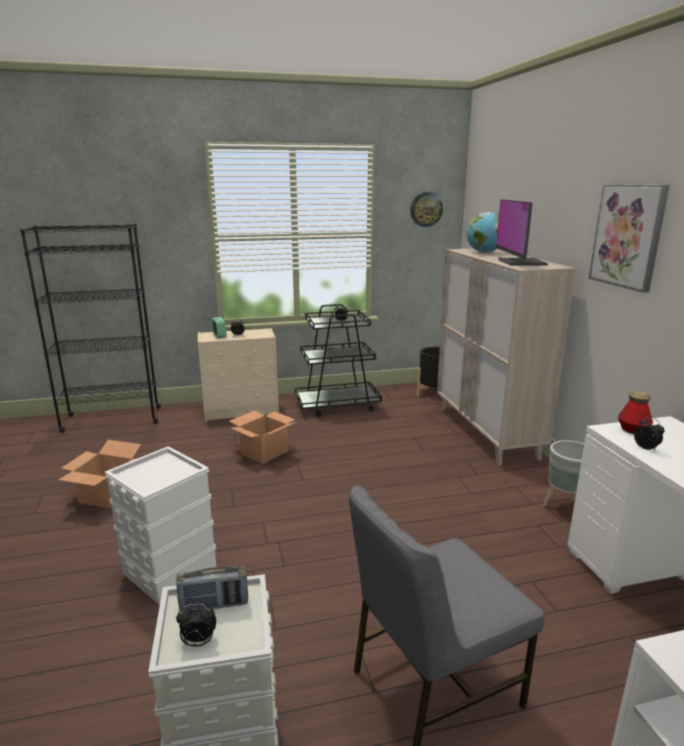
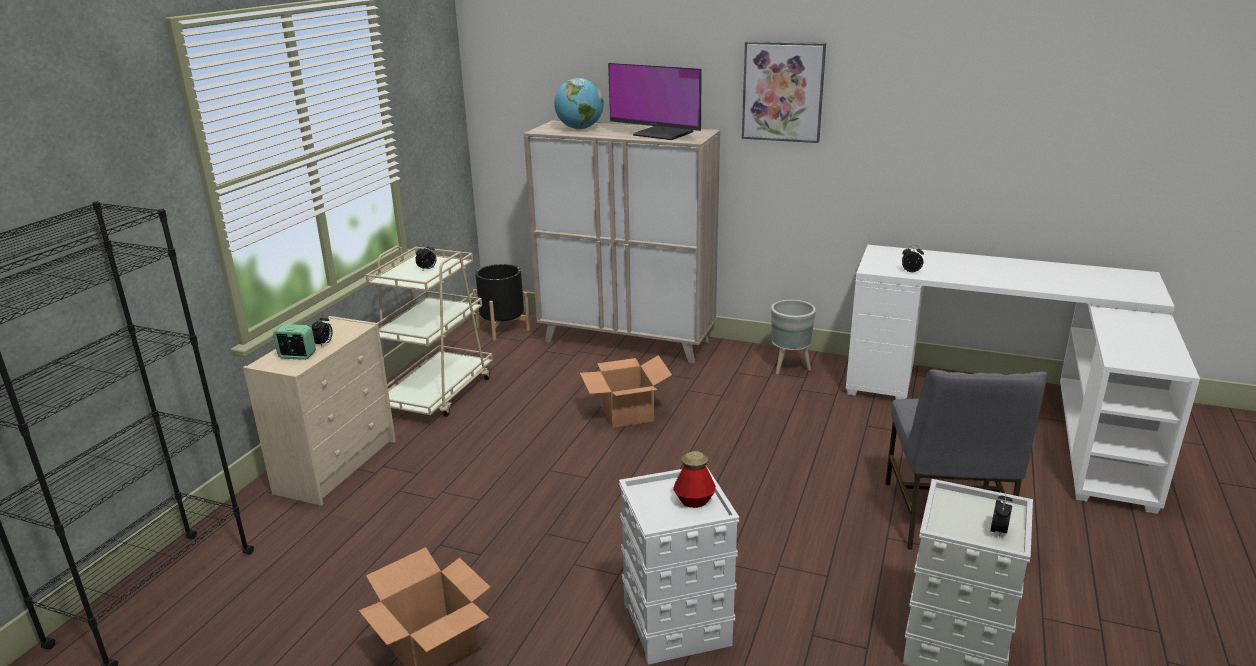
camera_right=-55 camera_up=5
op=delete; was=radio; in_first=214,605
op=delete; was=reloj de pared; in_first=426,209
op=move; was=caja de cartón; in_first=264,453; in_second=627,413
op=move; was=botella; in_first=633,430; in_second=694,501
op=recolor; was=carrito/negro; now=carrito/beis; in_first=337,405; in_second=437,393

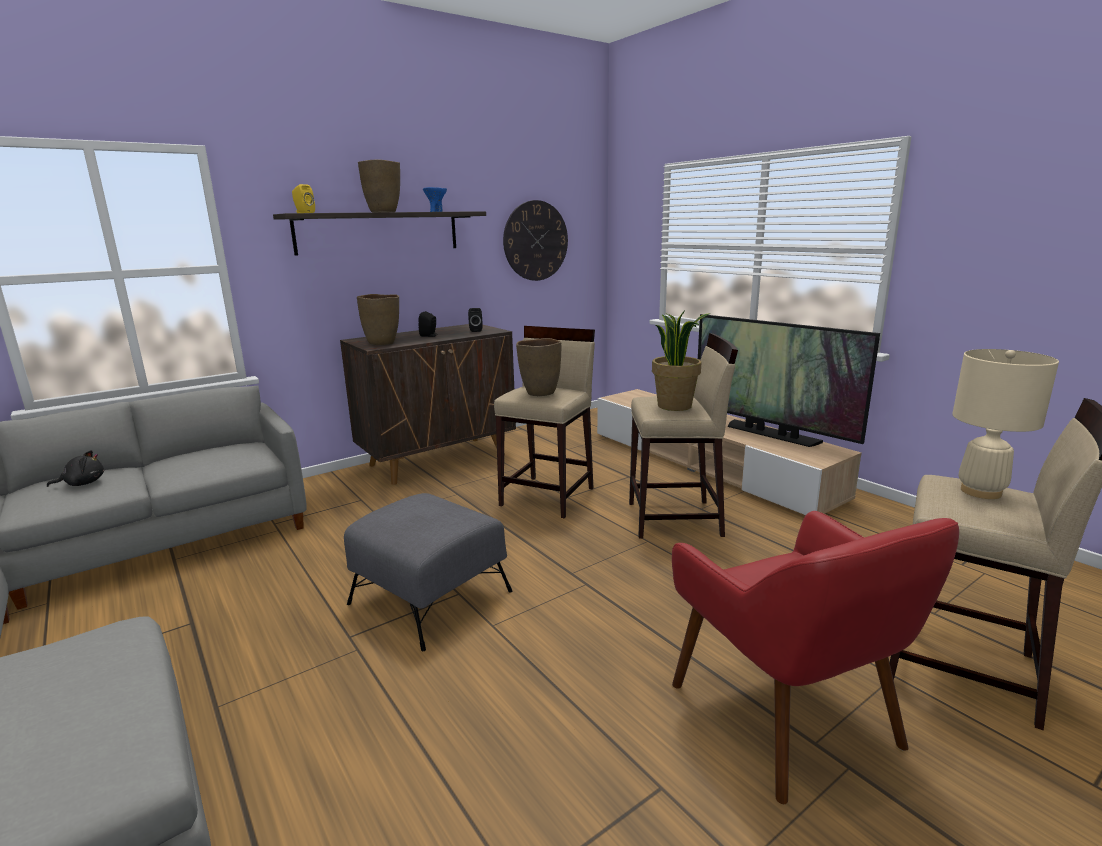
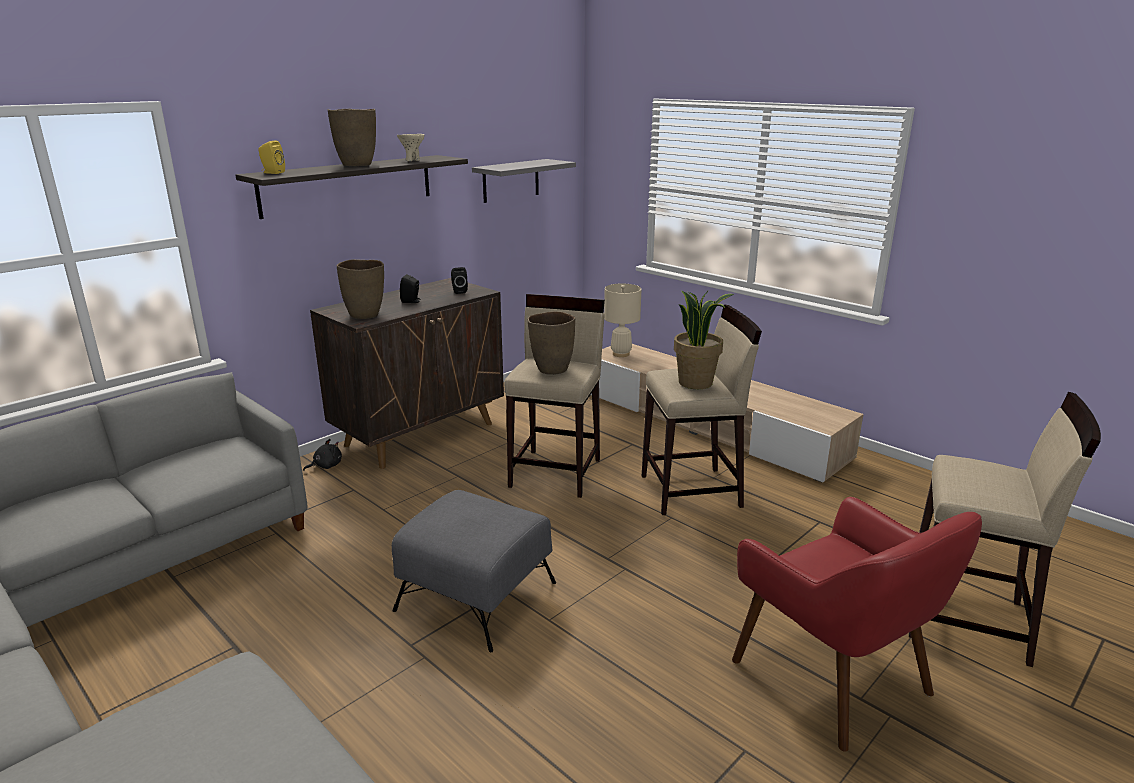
camera_right=-10 camera_up=5
op=delete; was=televisor; in_first=771,434
op=move; was=peluche/negro; in_first=82,483; in_second=326,466
op=move; was=lámpara de mesa/beis; in_first=981,492; in_second=621,354
op=replace; was=reloj de pared; now=estante/gris; in_first=535,241; in_second=511,180
op=recolor; was=cuenco/azul; now=cuenco/beis; in_first=436,211; in_second=412,160

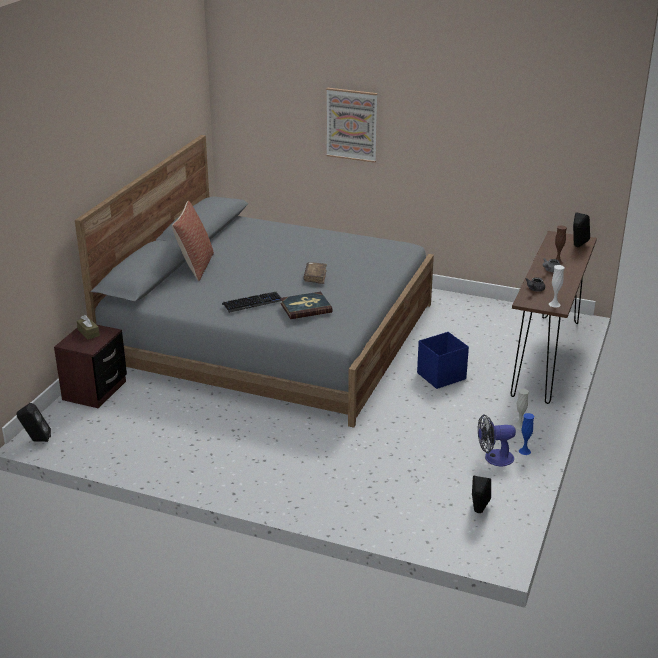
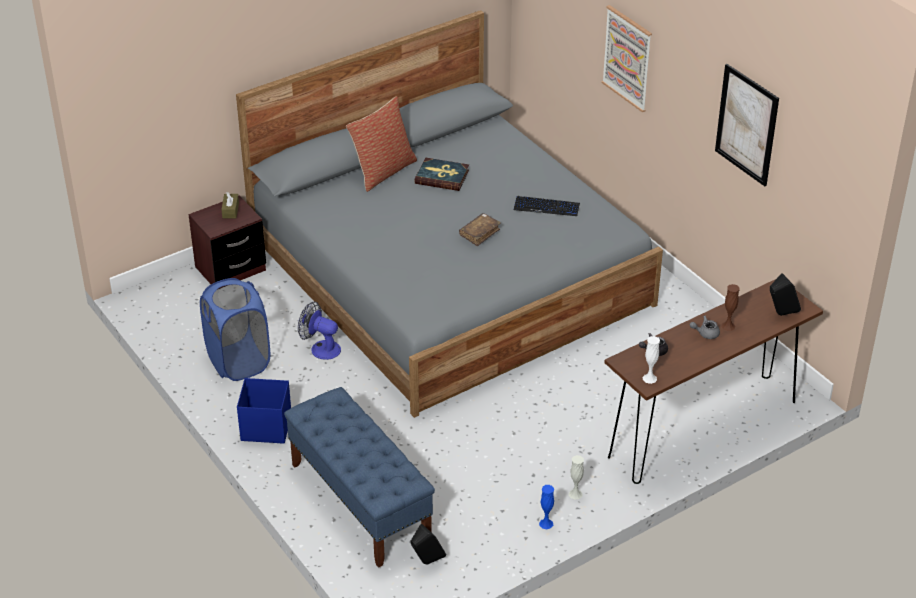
camera_right=35 camera_up=10
op=delete; was=altavoz/negro; in_first=36,440
op=insert; now=cesto de la ropa/azul; in_second=239,362
op=insert; now=banco/azul; in_second=359,501
op=insert; now=cuadro; in_second=746,125
op=move; was=teclado; in_first=252,303; in_second=546,207
op=move; was=libro; in_first=305,308; in_second=442,176
op=move; was=caja de almacenaje/azul; in_first=440,376; in_second=265,427
op=move; was=ventilador; in_first=494,458; in_second=321,348

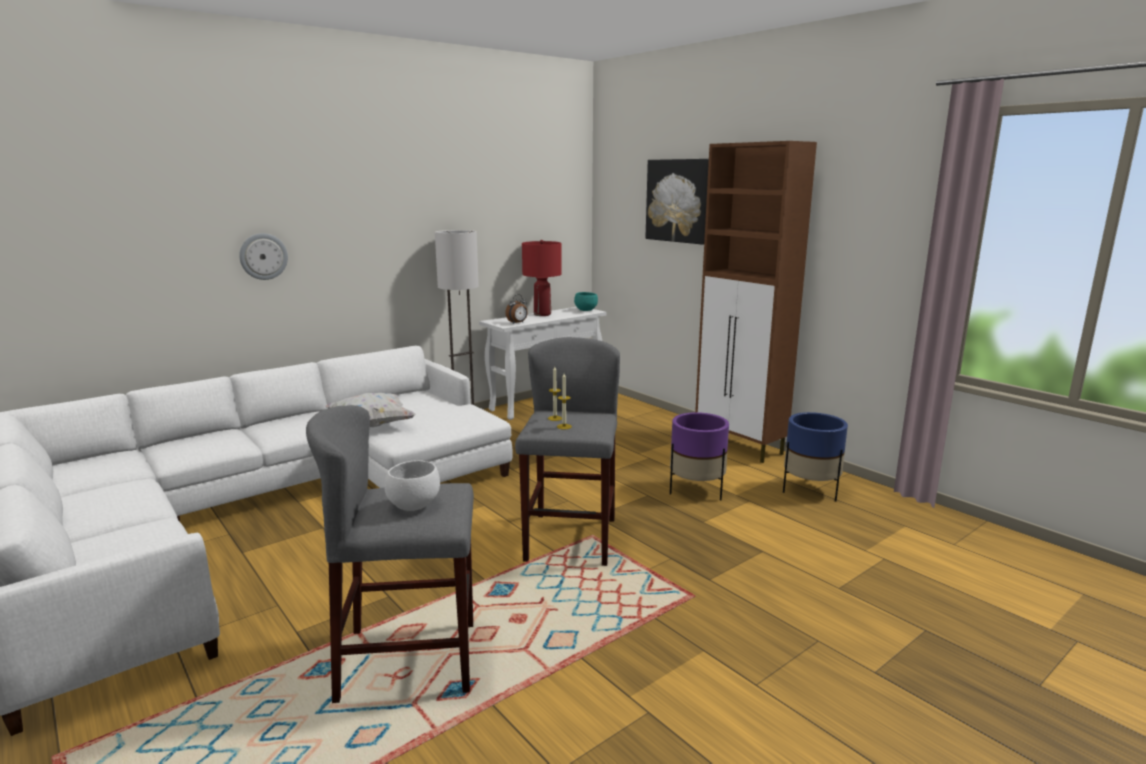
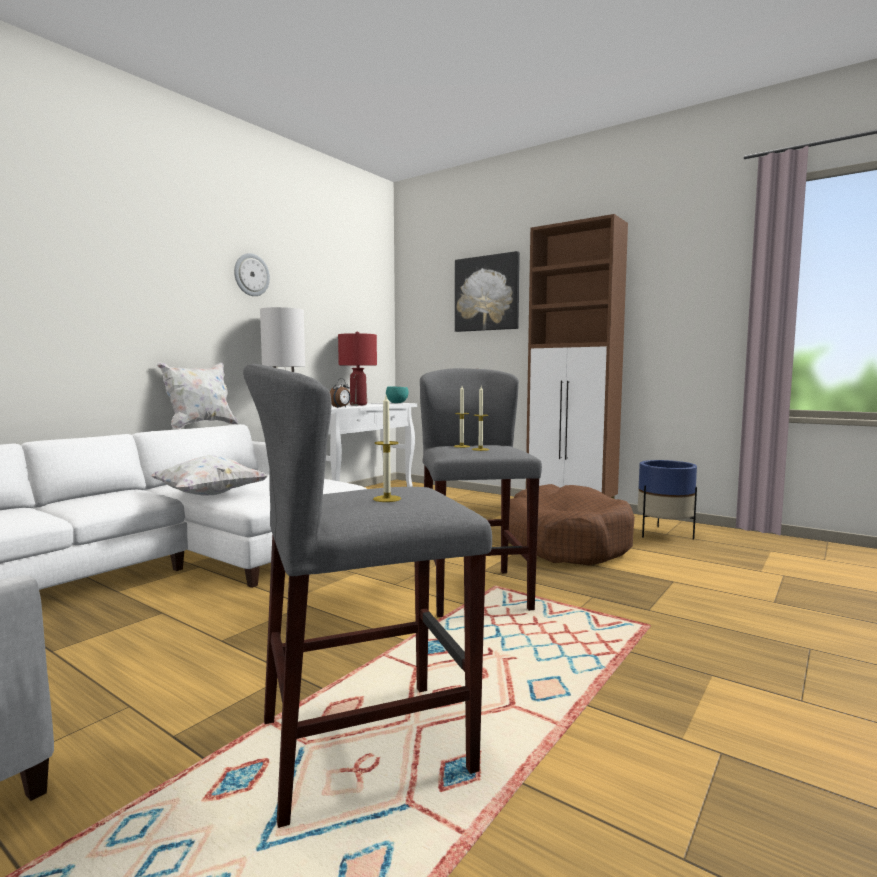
camera_right=-15 camera_up=-10
op=insert; now=cojín/blanco; in_second=200,426
op=move; was=reloj de pared; in_first=263,256; in_second=251,275
op=replace; was=cuenco/blanco; now=vela; in_first=412,505; in_second=387,499
op=replace; was=maceta/morado; now=cama para perro/marrón; in_first=696,491; in_second=564,543

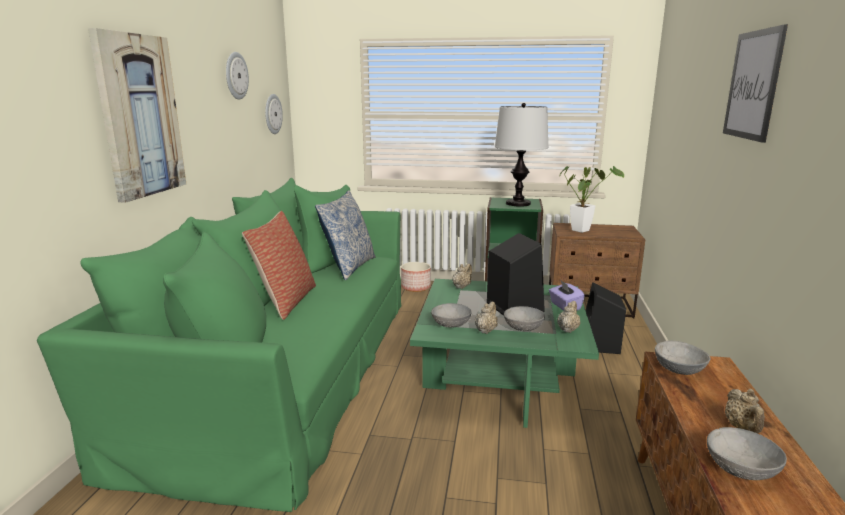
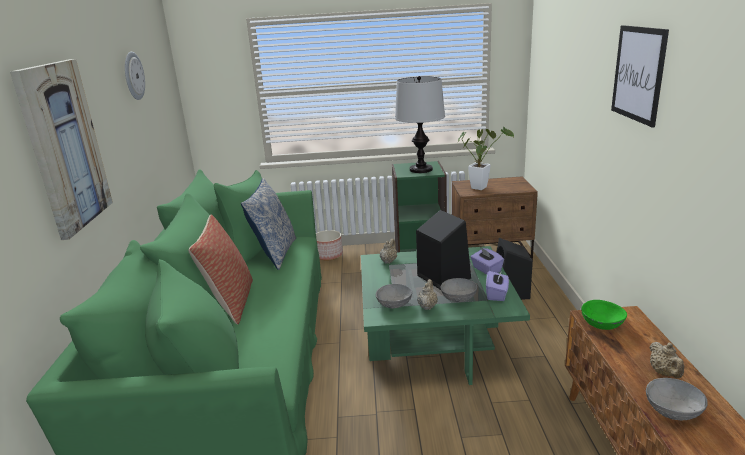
camera_right=-10 camera_up=5
op=delete; was=reloj de pared; in_first=272,114
op=replace; was=tetera/beis; now=caja de pañuelos/morado; in_first=568,329; in_second=497,294
op=recolor; was=cuenco/gris; now=cuenco/verde; in_first=678,369; in_second=601,324

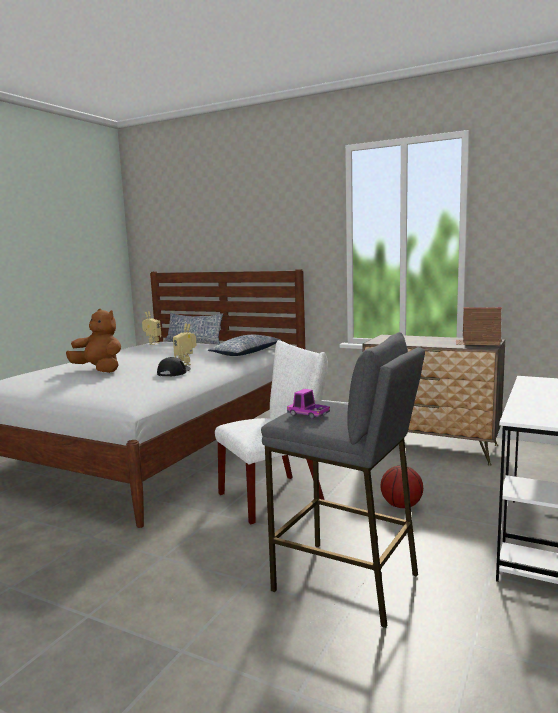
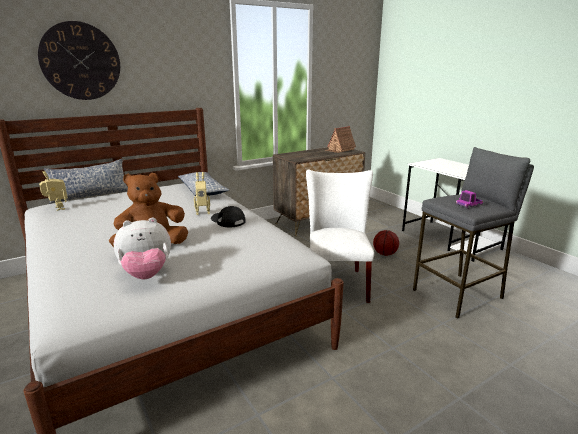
camera_right=-60 camera_up=10
op=insert; now=reloj de pared; in_second=80,61
op=insert; now=peluche; in_second=146,274

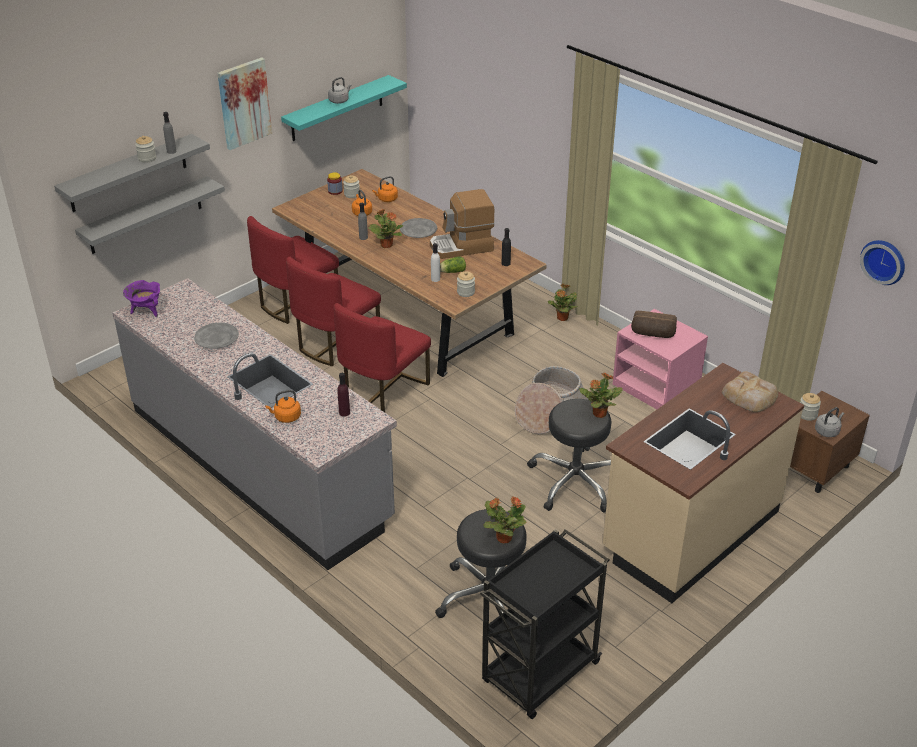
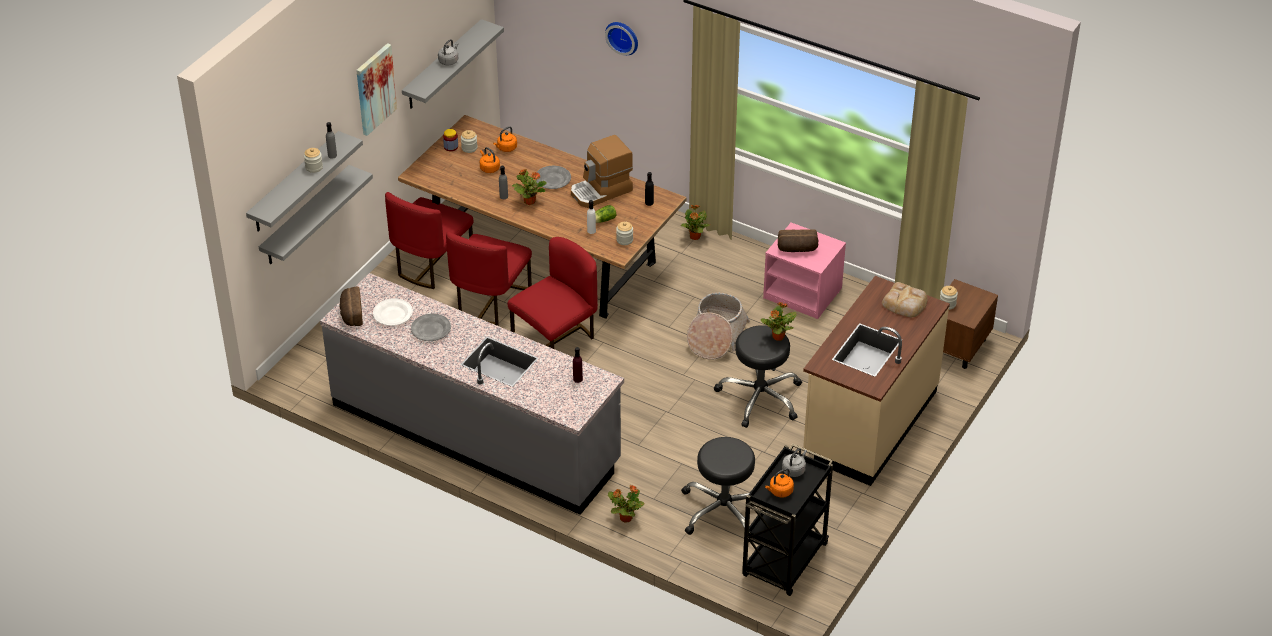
camera_right=-15 camera_up=5
op=insert; now=plato/blanco; in_second=392,314
op=move; was=hervidor/naranja; in_first=286,417; in_second=780,491
op=move; was=planta en maceta; in_first=503,538; in_second=625,518
op=move; was=hervidor/gris; in_first=827,431; in_second=794,470
op=move; was=reloj de pared; in_first=884,261; in_second=623,36
op=replace; was=olla/morado; now=pan; in_first=146,311; in_second=351,314
op=recolor; was=estante/turquesa; now=estante/gris; in_first=337,108; in_second=442,66
op=rotate; was=silla/rojo; in_first=383,390; in_second=556,342; clockwise=-150

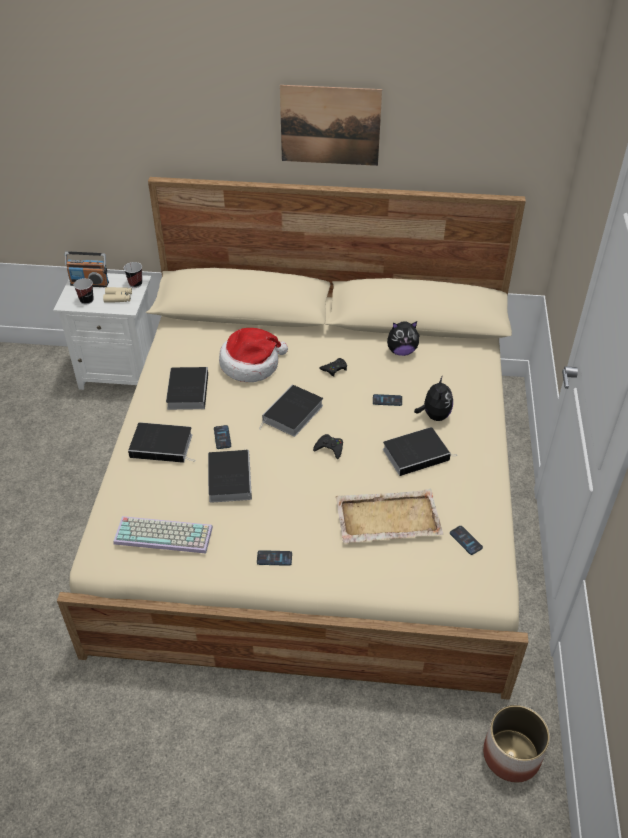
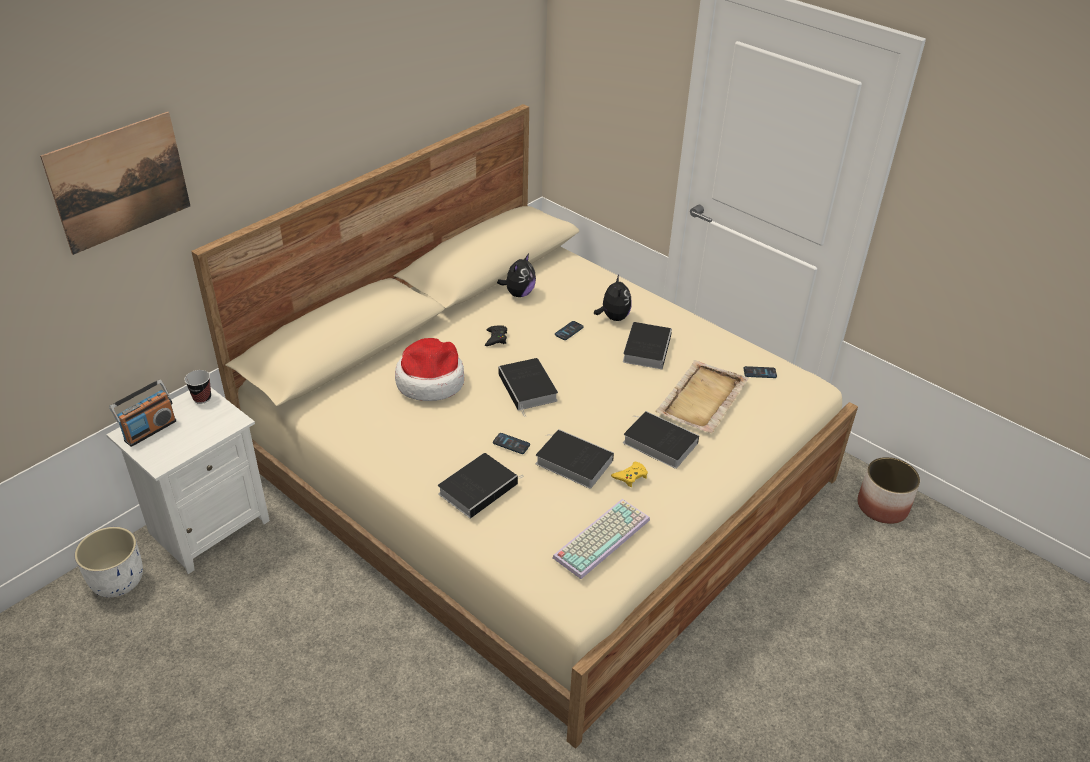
camera_right=-55 camera_up=-5
op=delete; was=taza; in_first=86,300
op=delete; was=prismáticos/beis; in_first=118,298
op=delete; was=móvil; in_first=274,558
op=delete; was=mando de consola/negro; in_first=329,448
op=insert; now=maceta/blanco; in_second=117,580
op=insert; now=mando de consola/amarillo; in_second=630,476
op=move; was=libro; in_first=187,390; in_second=657,442
op=move; was=cuadro; in_first=330,125; in_second=120,182
op=rotate; was=peluche; in_first=434,415; in_second=613,317; clockwise=45

